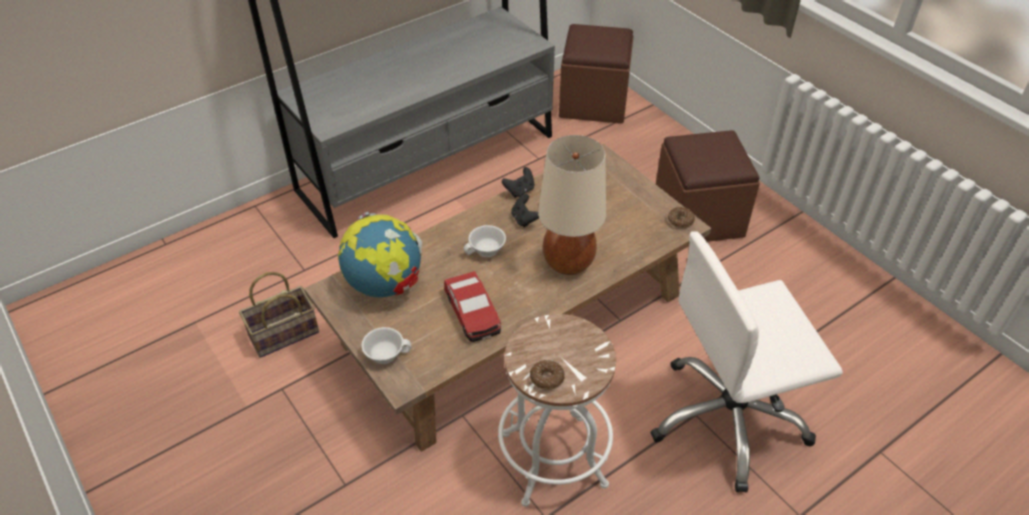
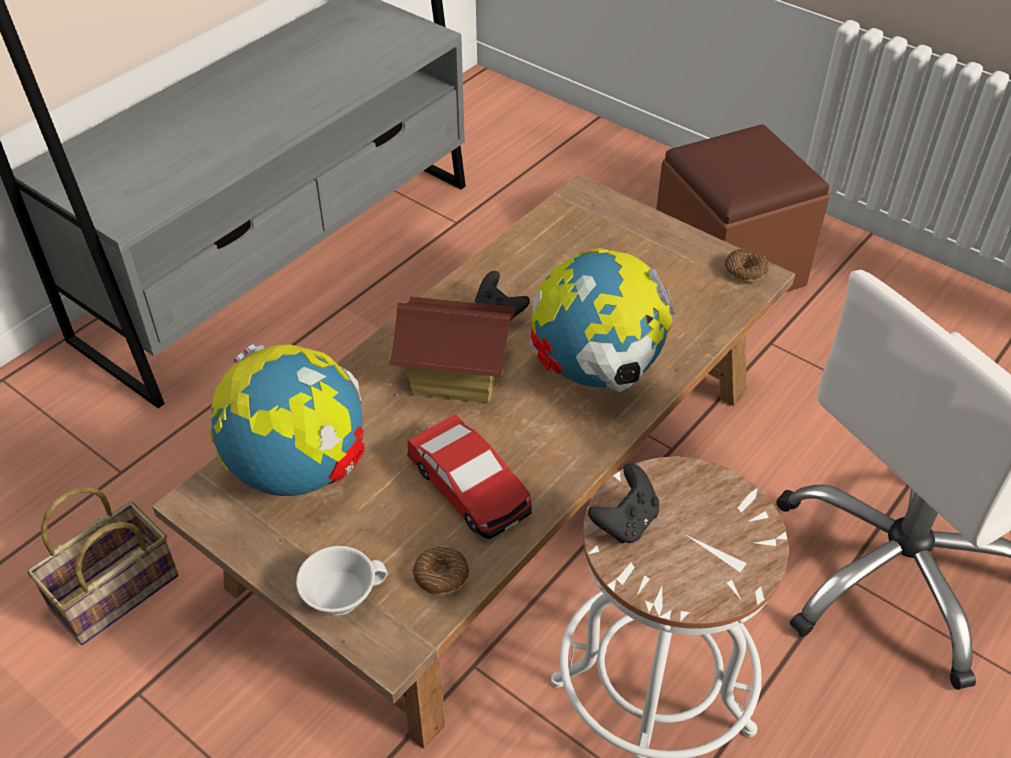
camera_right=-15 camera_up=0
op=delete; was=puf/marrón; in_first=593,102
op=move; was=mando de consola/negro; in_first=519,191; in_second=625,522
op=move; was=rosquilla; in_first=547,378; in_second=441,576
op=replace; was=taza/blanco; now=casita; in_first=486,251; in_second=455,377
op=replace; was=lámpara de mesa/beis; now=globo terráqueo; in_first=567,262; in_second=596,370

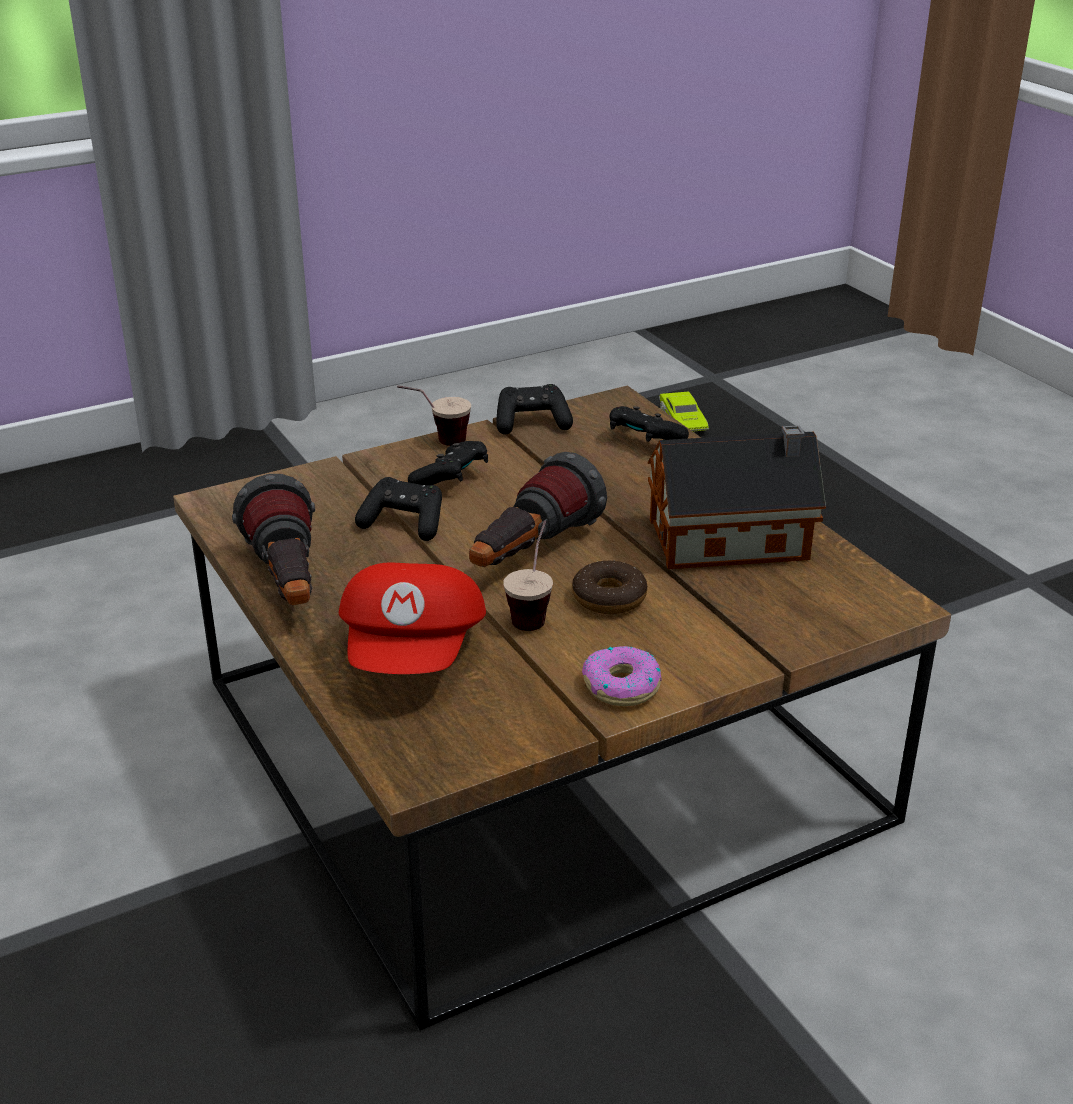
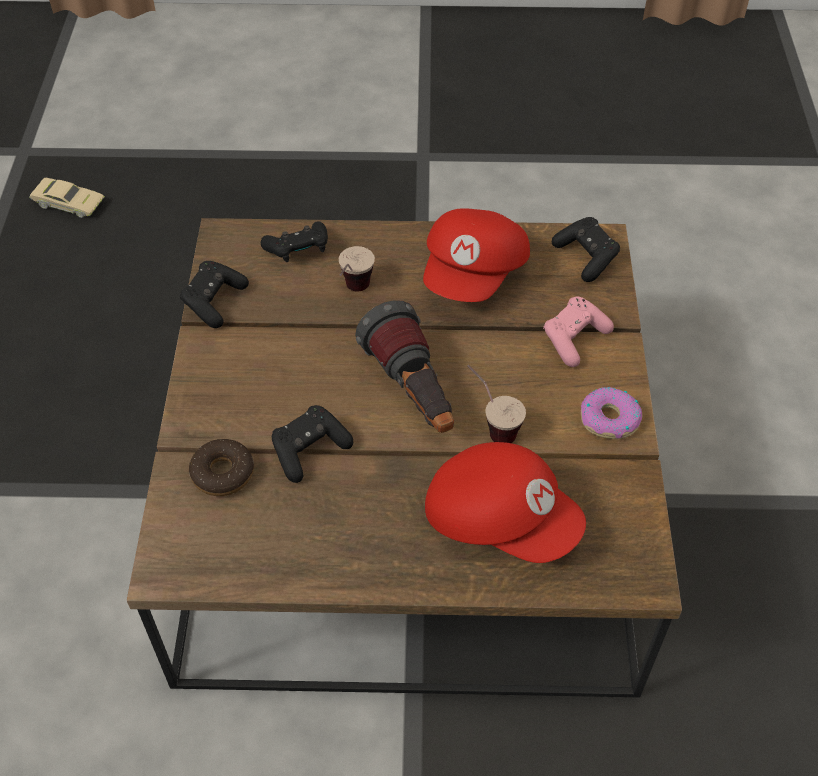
camera_right=-60 camera_up=20
op=delete; was=linterna; in_first=288,584
op=insert; now=mando de consola/rosa; in_second=574,339
op=move; was=taza; in_first=436,442; in_second=353,294
op=move; was=mando de consola/negro; in_first=451,479; in_second=586,257
op=move; was=rosquilla; in_first=609,598; in_second=223,473
op=replace; was=casita; now=gorra/rojo; in_first=735,540; in_second=474,274
op=recolor; was=coche de juguete/verde; now=coche de juguete/beis; in_first=683,420; in_second=69,203

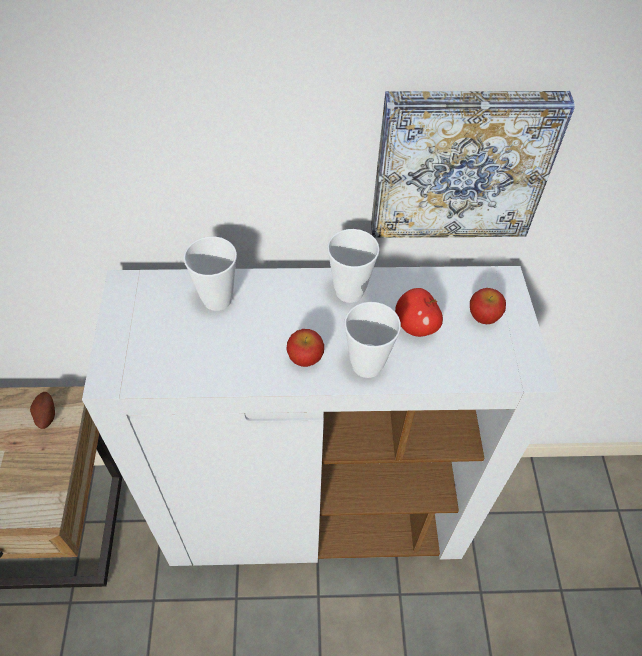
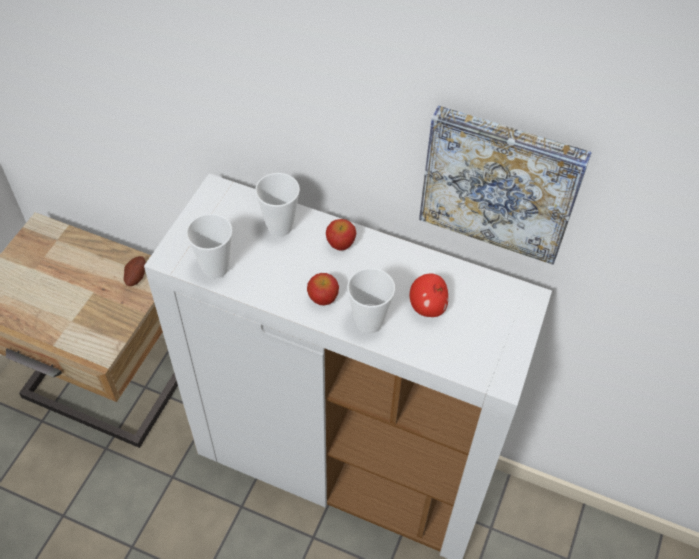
camera_right=25 camera_up=0
op=move; was=taza; in_first=349,291; in_second=215,268
op=move; was=manzana; in_first=483,317; in_second=340,244

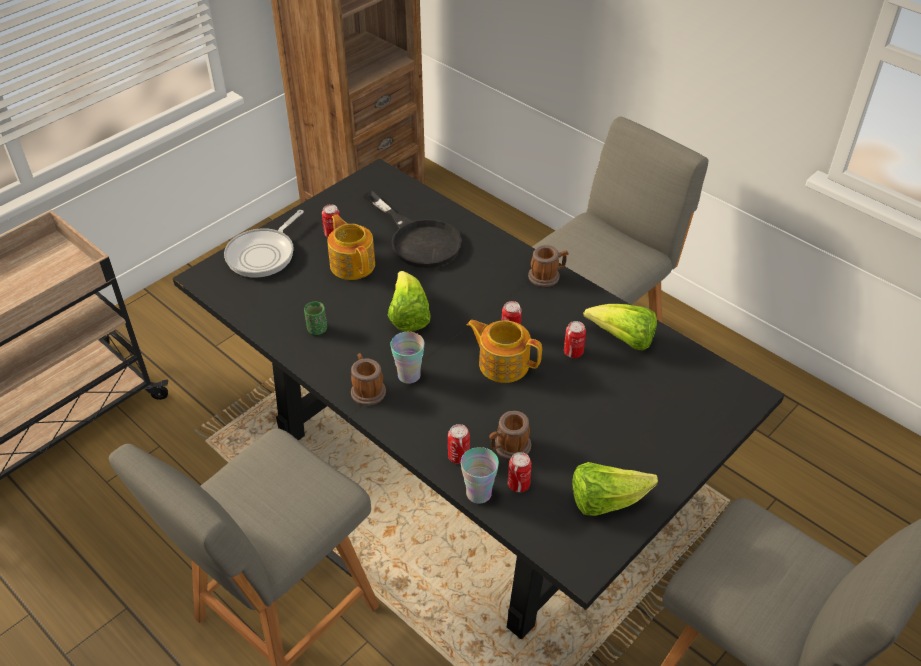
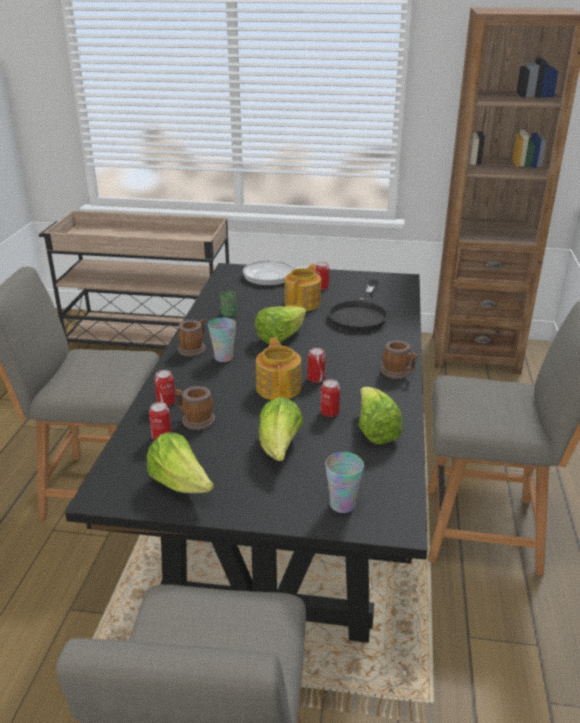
camera_right=55 camera_up=-15
op=insert; now=lechuga; in_second=279,448
op=move; was=taza; in_first=478,493; in_second=342,504

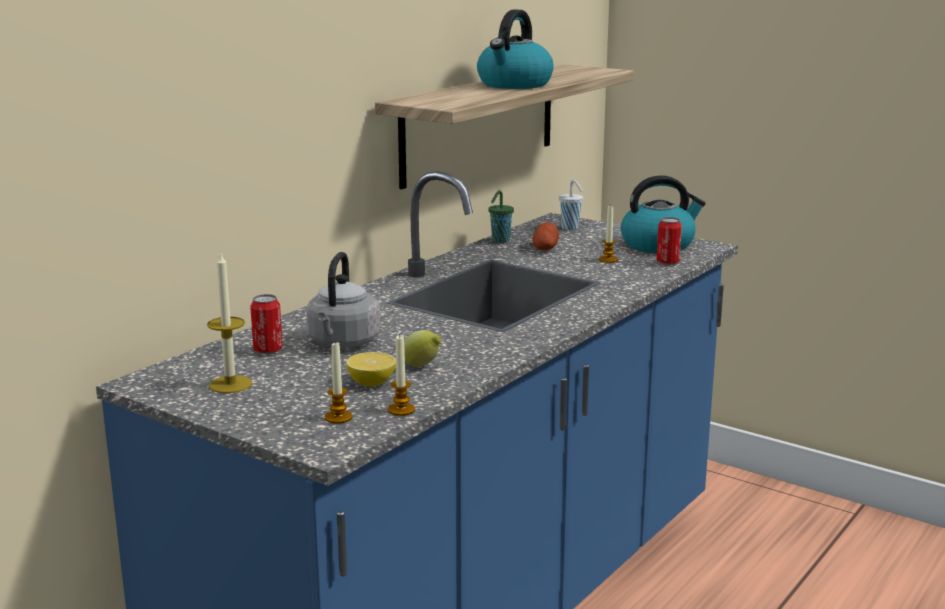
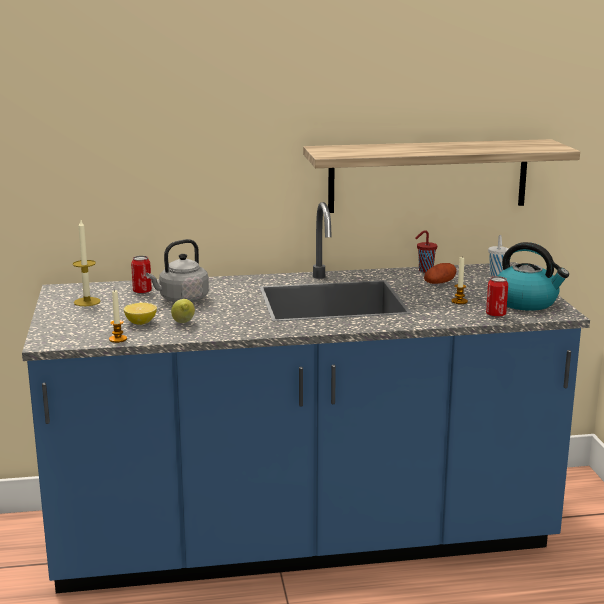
camera_right=45 camera_up=0
op=delete; was=vela; in_first=338,417
op=delete; was=hervidor; in_first=514,84
op=recolor; was=taza/verde; now=taza/rojo; in_first=500,241; in_second=424,270

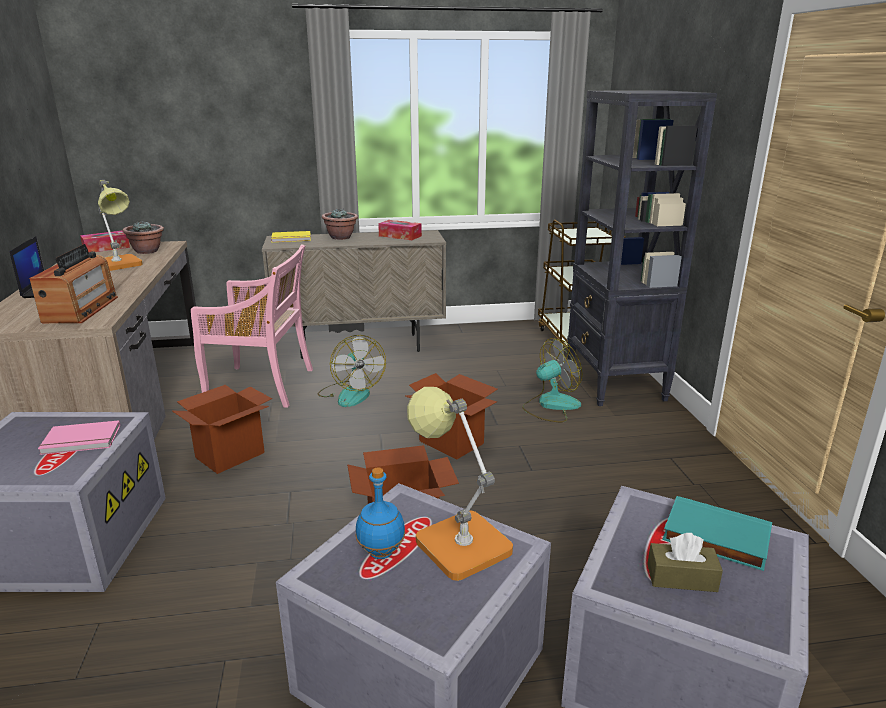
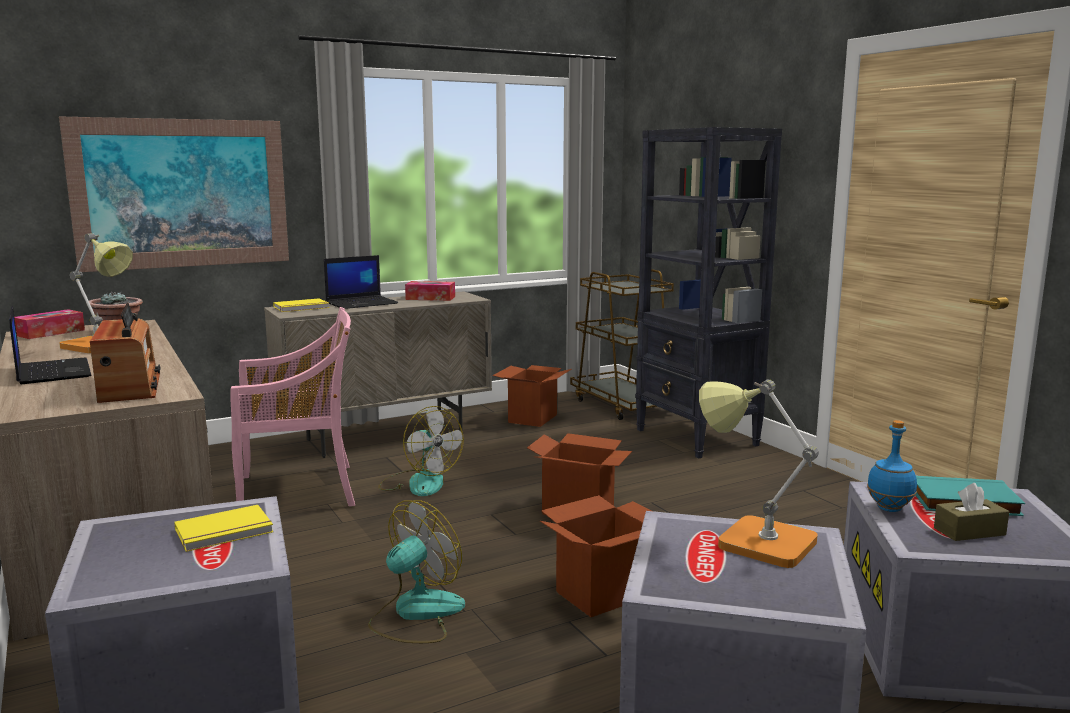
camera_right=-20 camera_up=-10
op=insert; now=cuadro; in_second=182,193
op=move; was=caja de cartón; in_first=230,455; in_second=532,418
op=move; was=botella/azul; in_first=381,553; in_second=890,509
op=move; was=ventilador; in_first=550,405; in_second=416,614
op=replace; was=planta en maceta; now=portátil; in_first=341,237; in_second=362,303
op=recolor; was=libro/rosa; now=libro/amarillo; in_first=81,441; in_second=225,532

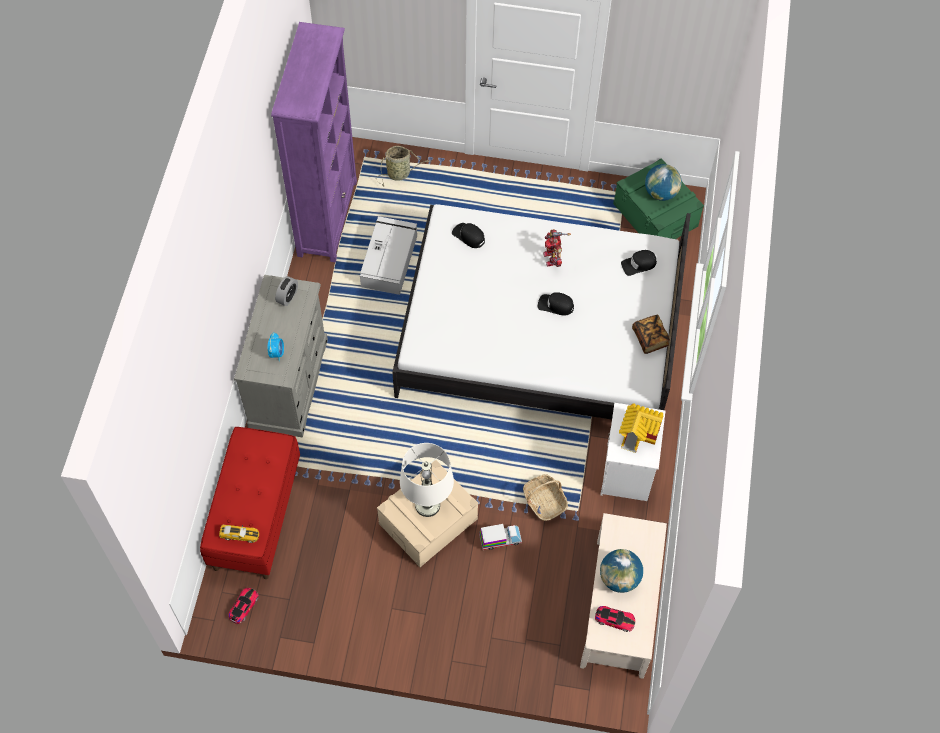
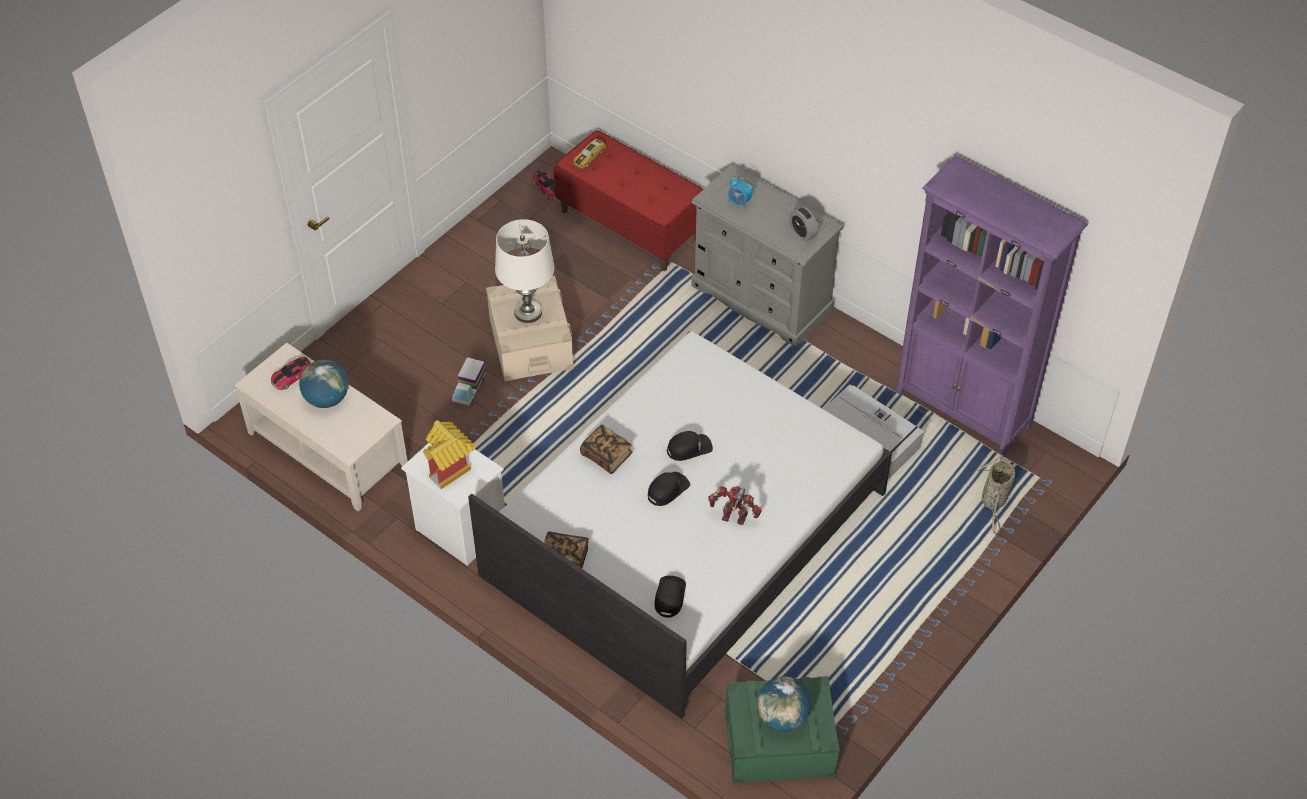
camera_right=120 camera_up=-10
op=delete; was=cesta; in_first=544,501
op=insert; now=libro; in_second=606,456
op=move; was=gorra/negro; in_first=468,236; in_second=689,448

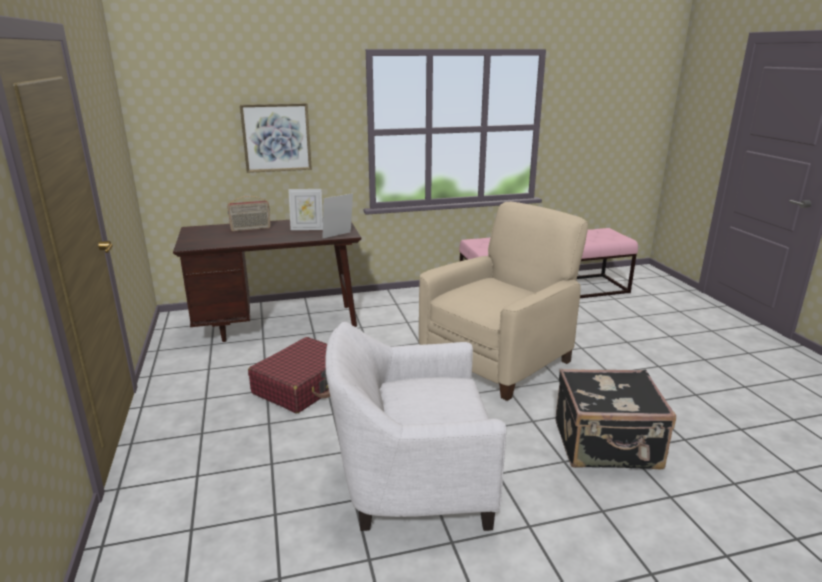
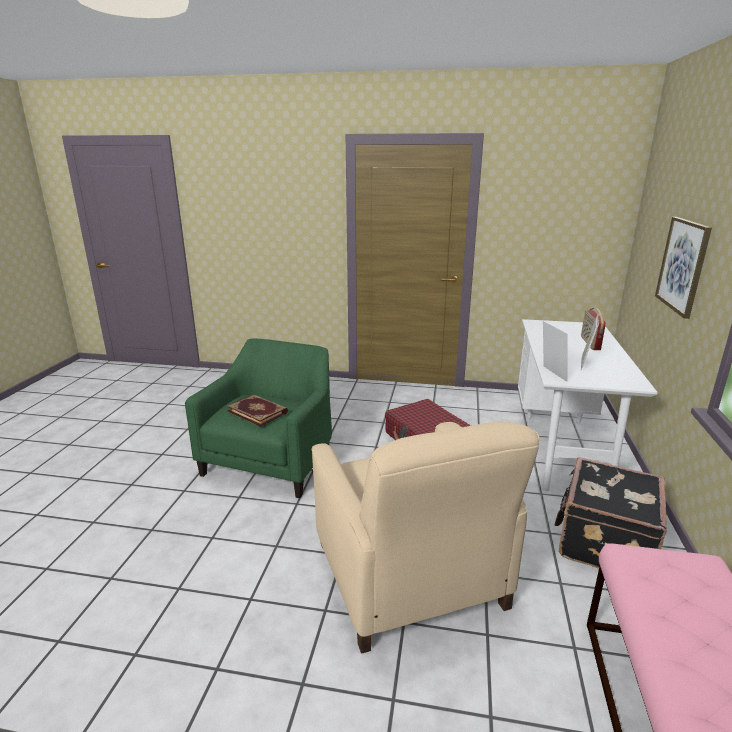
camera_right=115 camera_up=0
op=insert; now=libro; in_second=258,411
op=move; was=maleta/negro; in_first=607,446; in_second=603,541
op=recolor; was=escritorio/marrón; now=escritorio/blanco; in_first=277,324; in_second=562,446
op=recolor; was=sillón/blanco; now=sillón/verde; in_first=412,480; in_second=272,460

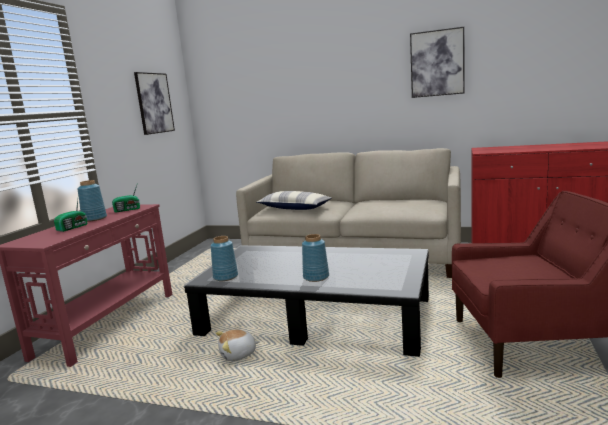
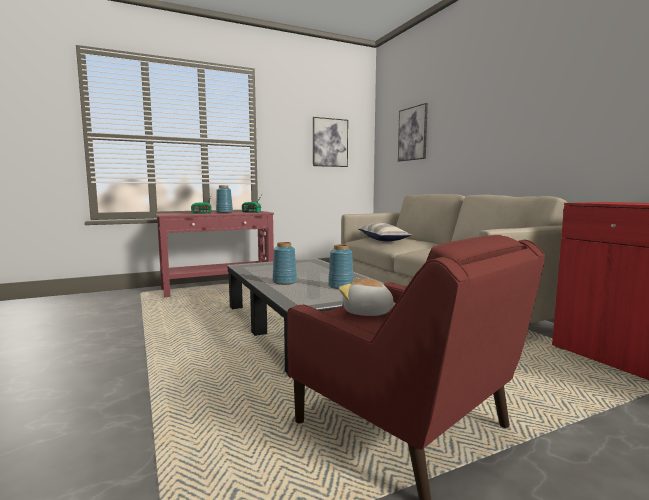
camera_right=45 camera_up=-5
op=move; was=florero/azul; in_first=225,277; in_second=340,286
op=move; was=peluche; in_first=238,354; in_second=367,313
op=move; was=cuadro; in_first=437,63; in_second=412,133

